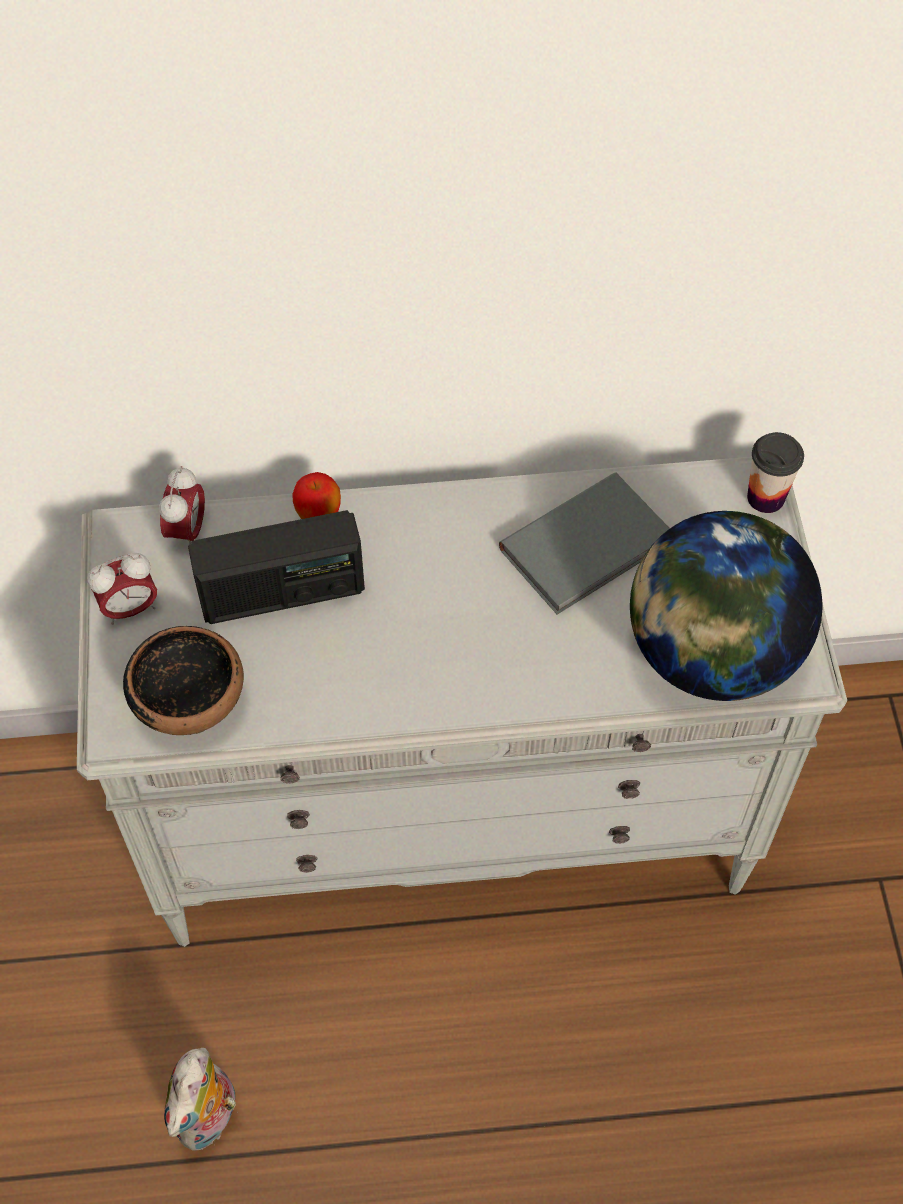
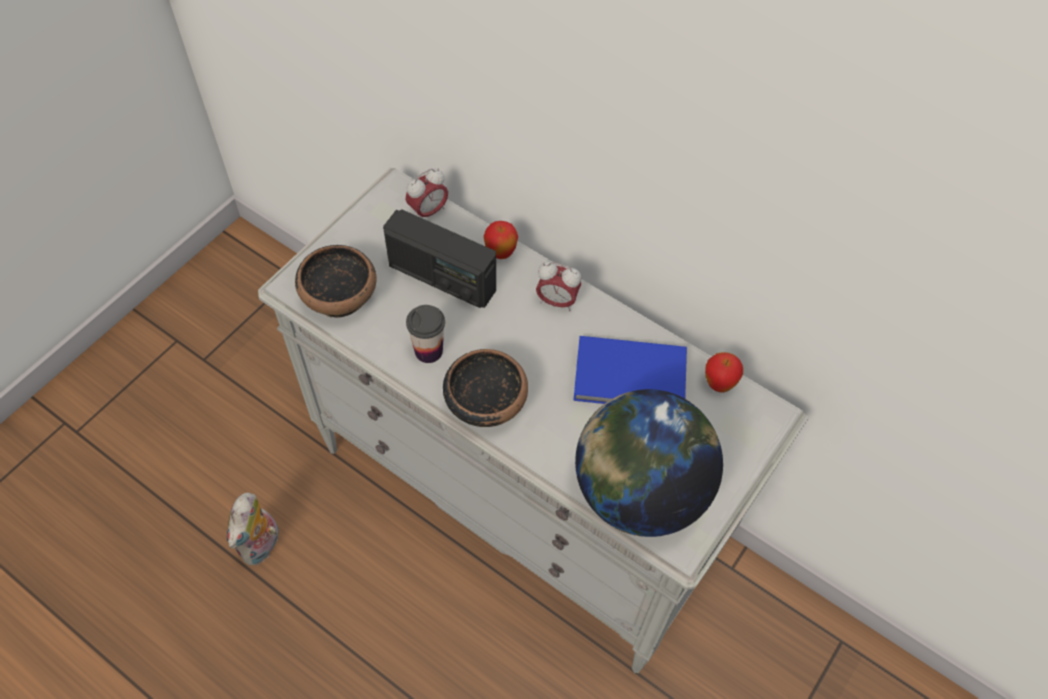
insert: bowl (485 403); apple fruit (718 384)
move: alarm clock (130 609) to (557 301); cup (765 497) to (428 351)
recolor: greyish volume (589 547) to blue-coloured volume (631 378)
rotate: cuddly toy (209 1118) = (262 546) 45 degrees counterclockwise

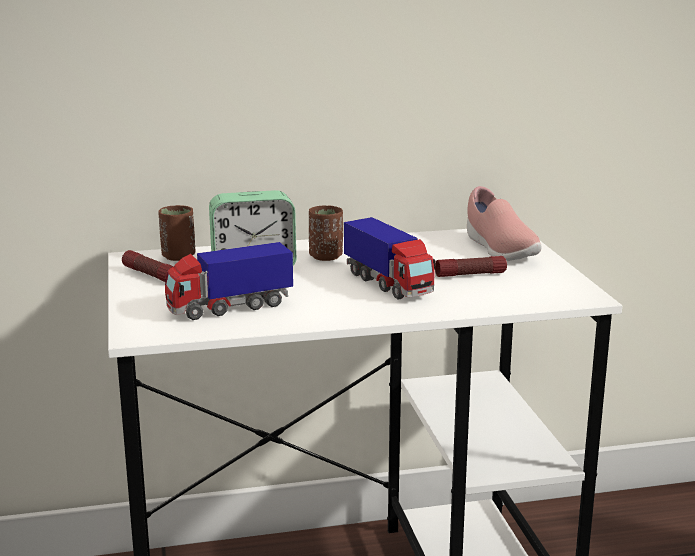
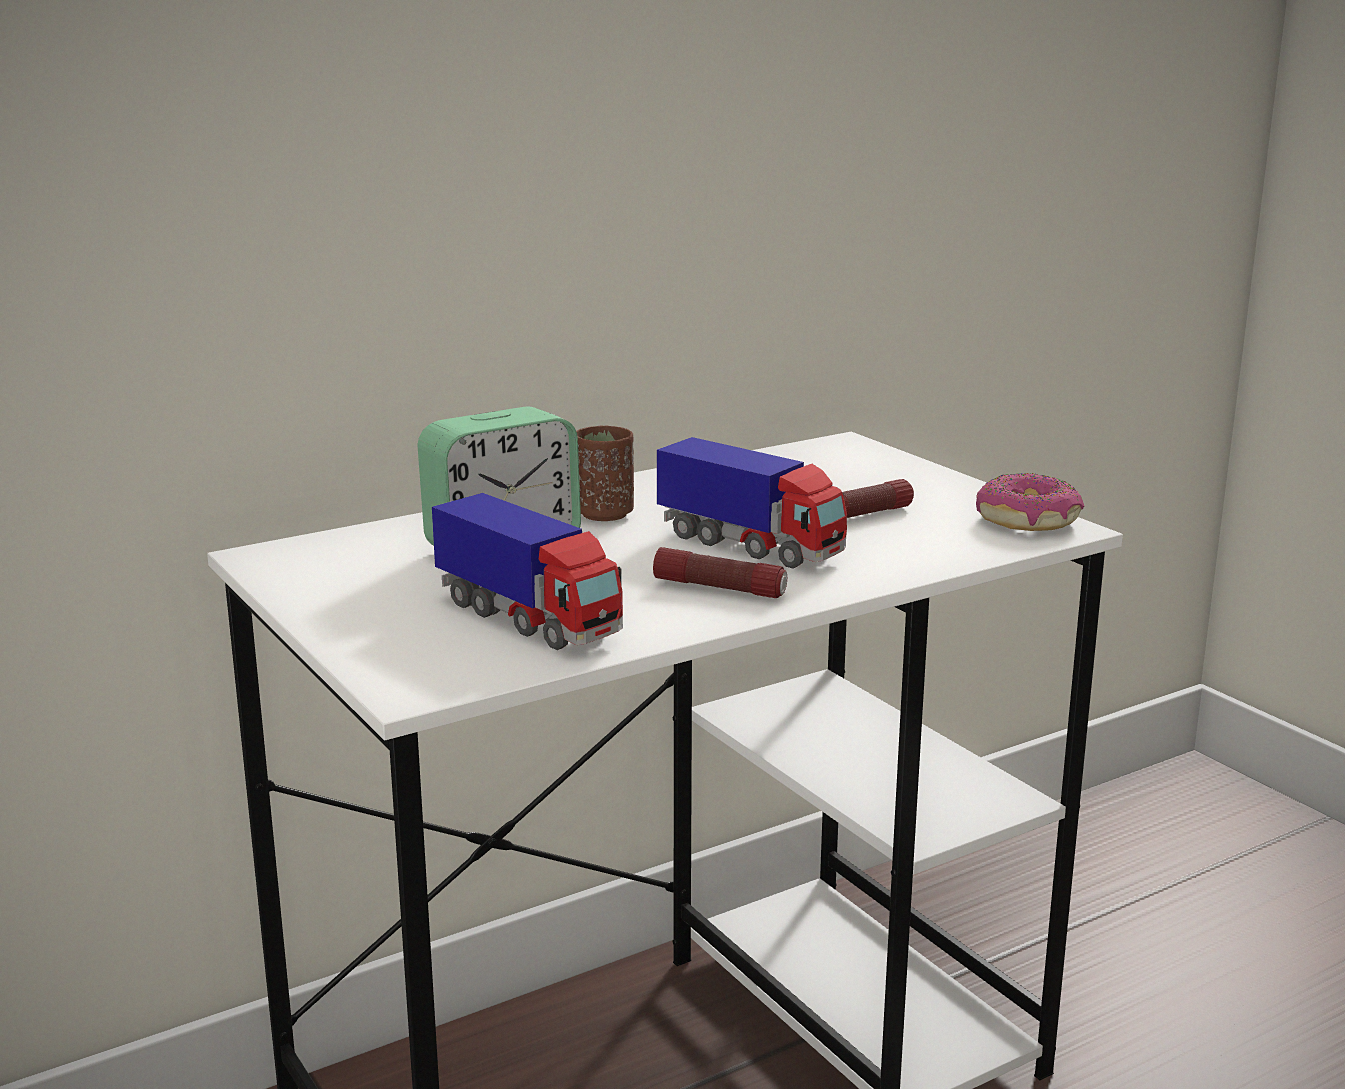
delete: brown cup (178 256); pink-coloured item of footwear (499 249)
insert: donut (1028 521)
move: hand torch (151 275) to (719 588)
rotate: toy truck (229 307) = (529 619) 90 degrees counterclockwise

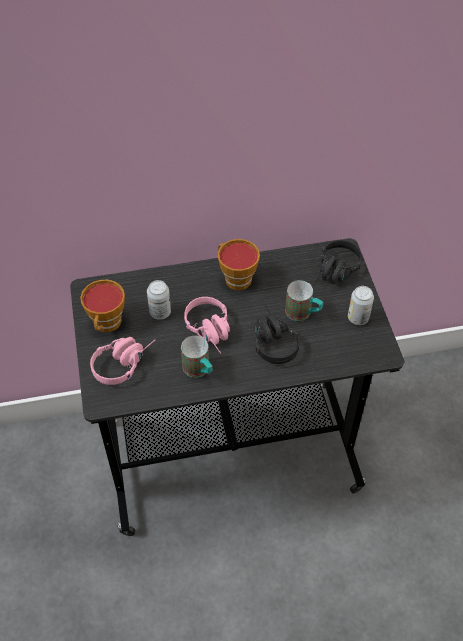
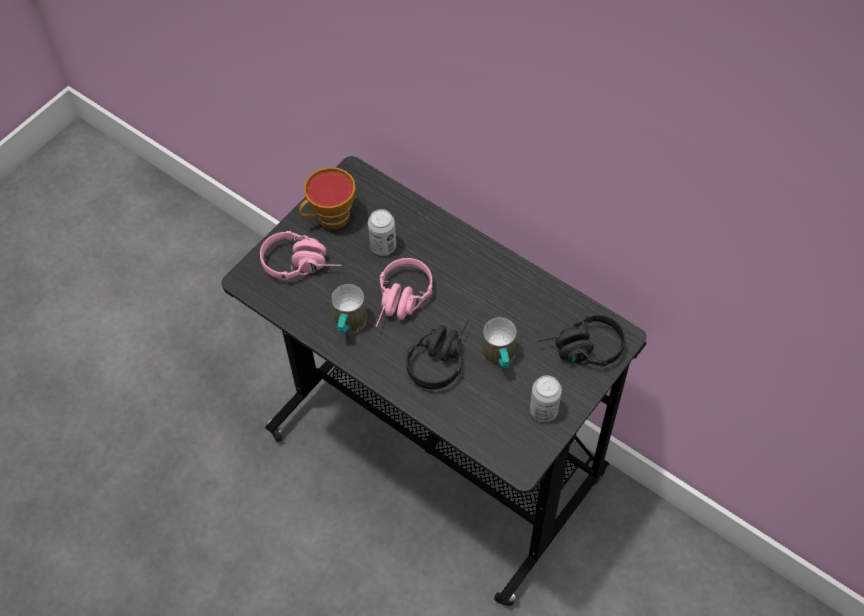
delete: cup (235 278)

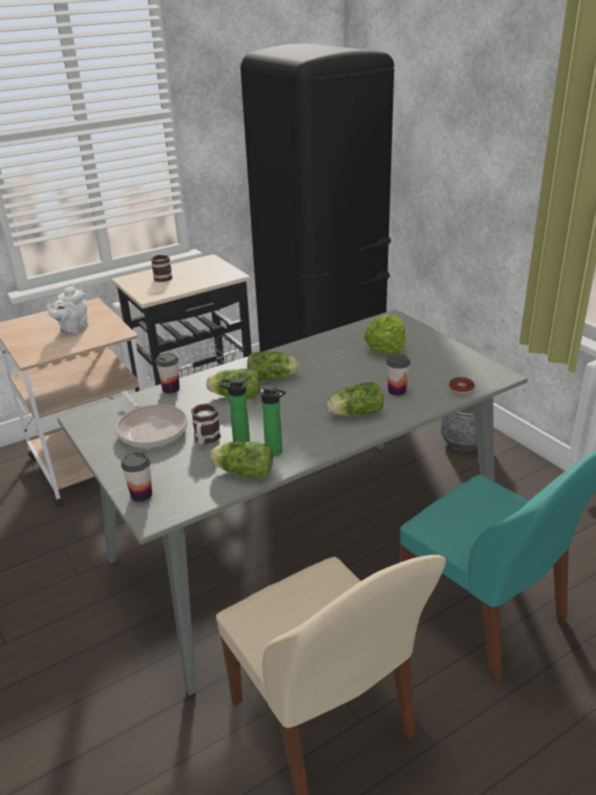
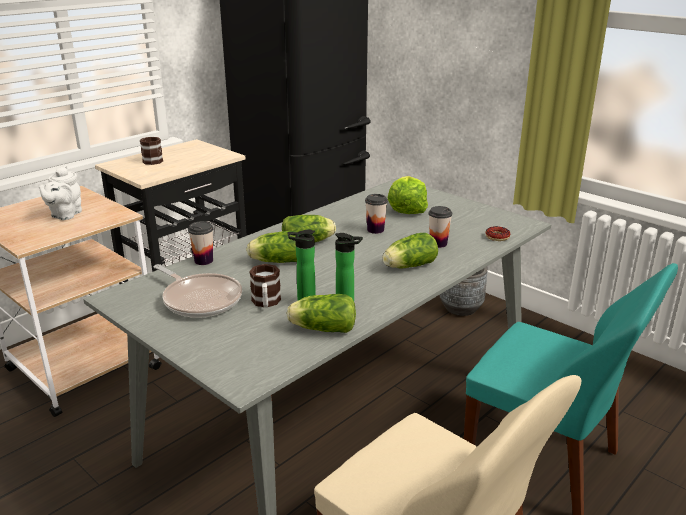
move: cup (141 495) to (375 230)

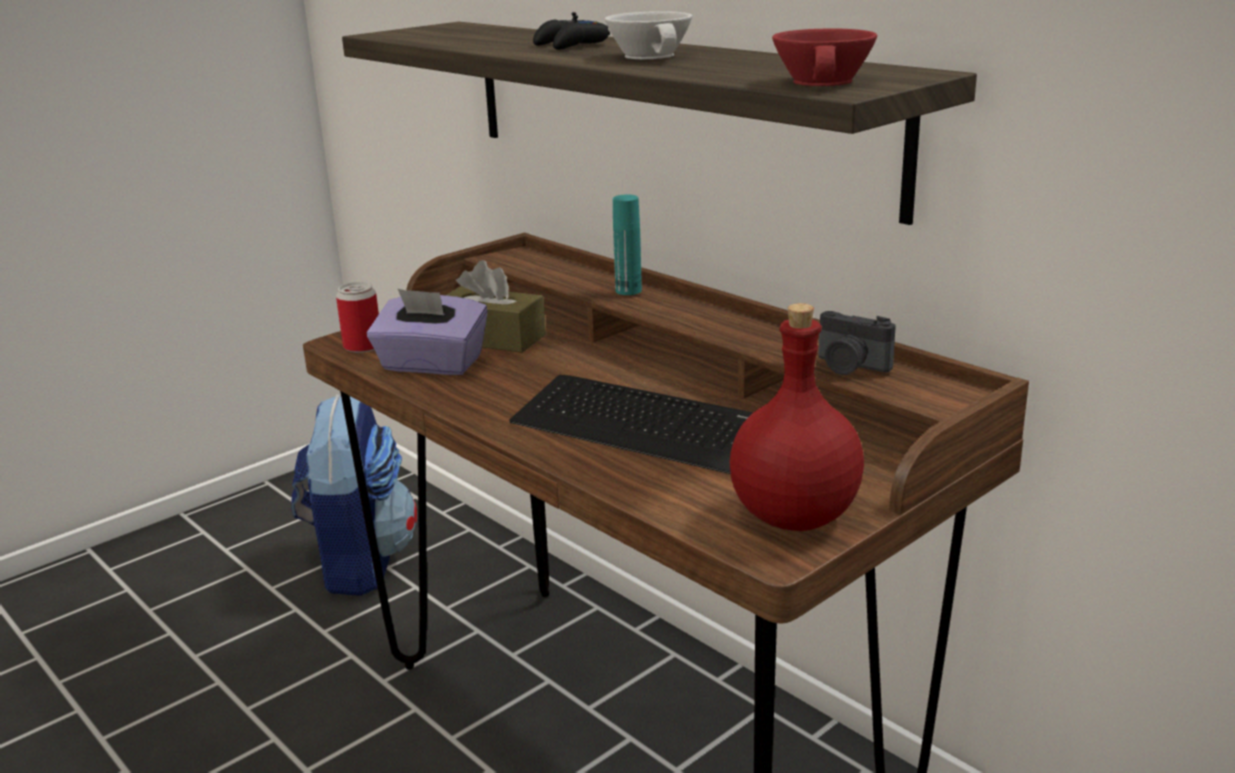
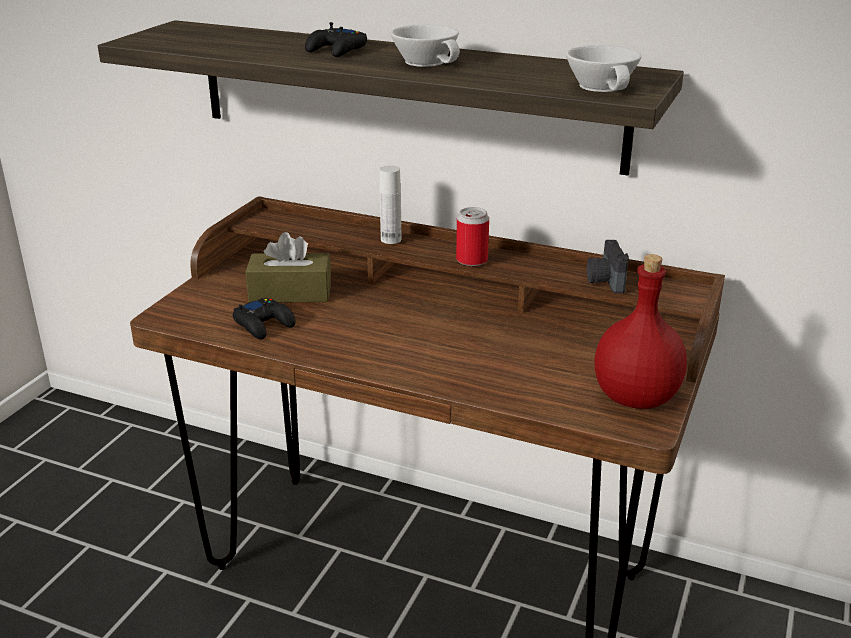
delete: rucksack (359 562); keyboard (645 426)
move: sealed can (363 347) to (471 260)
replace: purple box of tissues (431 365) to black gamepad (264 324)
recolor: turquoise bottle (628 290) to white-coloured bottle (391 239); red cup (826 81) to white-coloured cup (604 86)
rotate: photo camera (850 366) = (605 281) 75 degrees clockwise

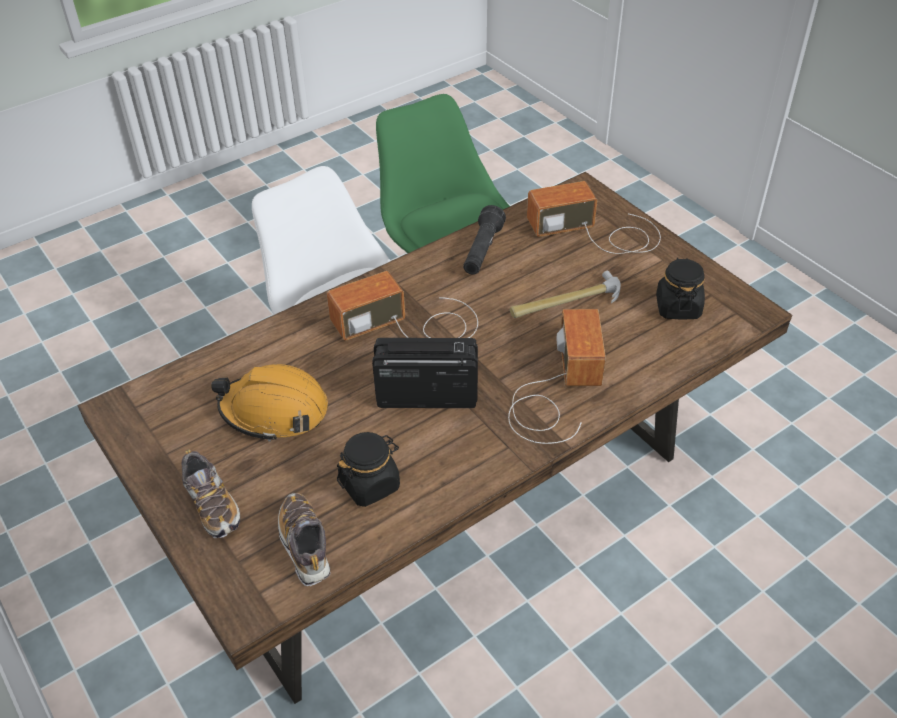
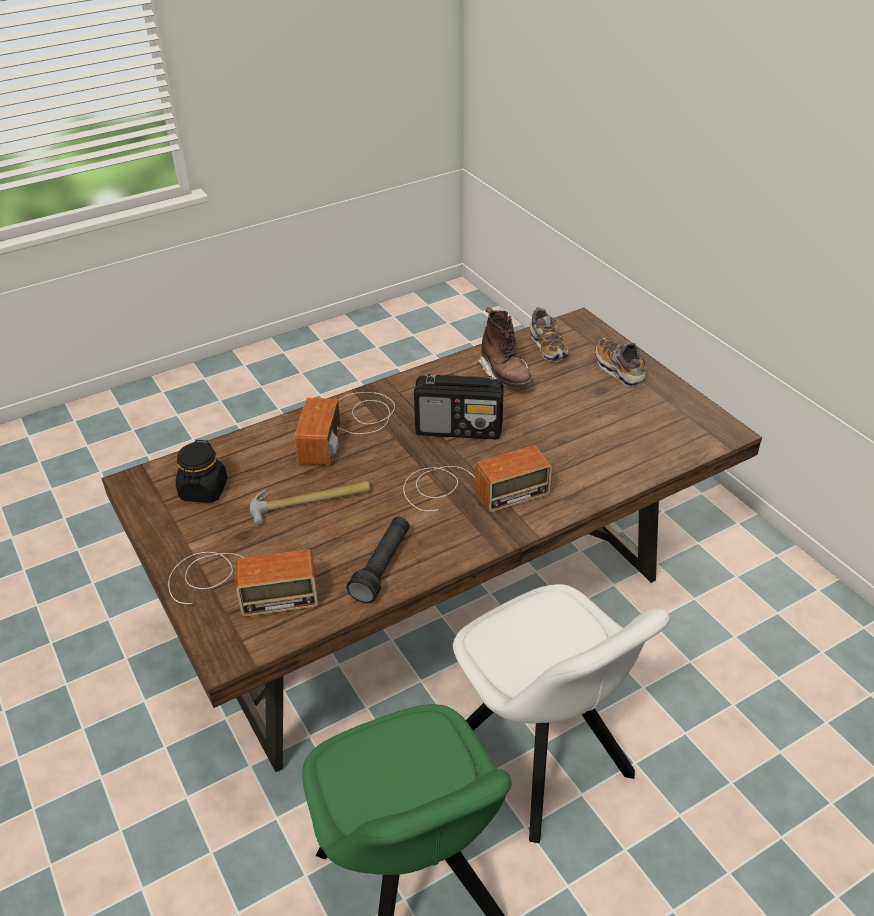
delete: orangey work helmet (274 411)
replace: black storage jar (370 484) to brown tall boot (505 375)

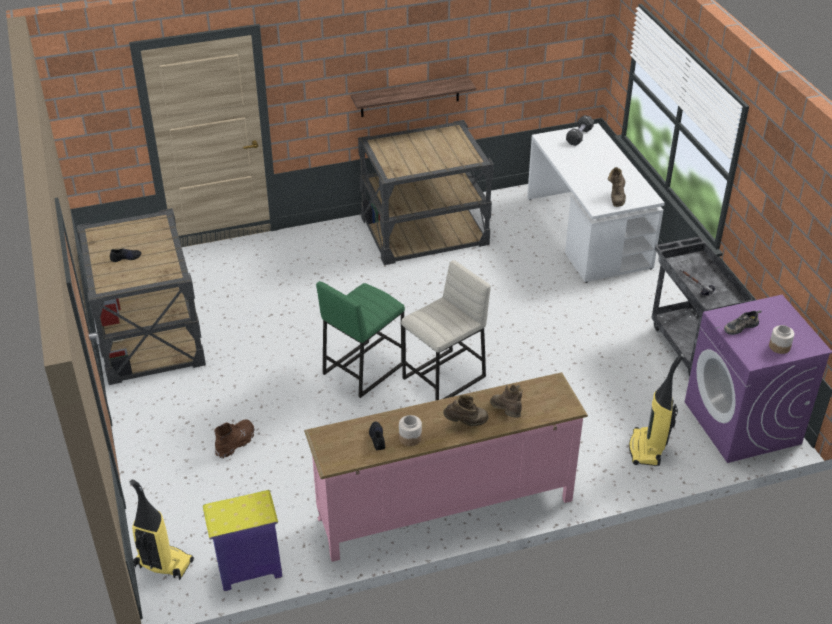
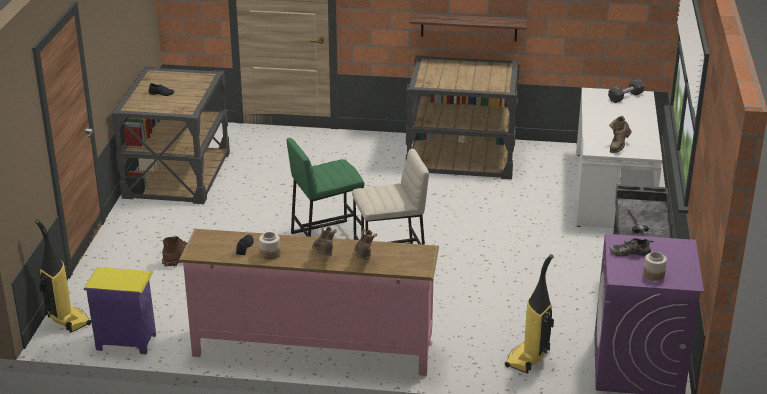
rotate: brown tall boot (466 423) = (324 256) 120 degrees counterclockwise

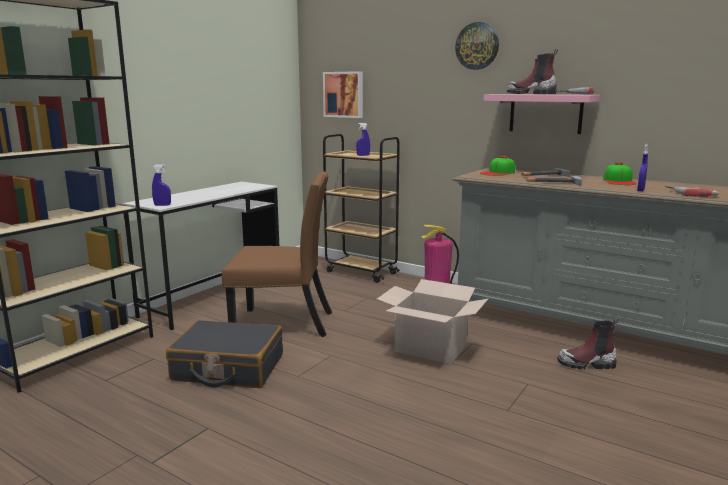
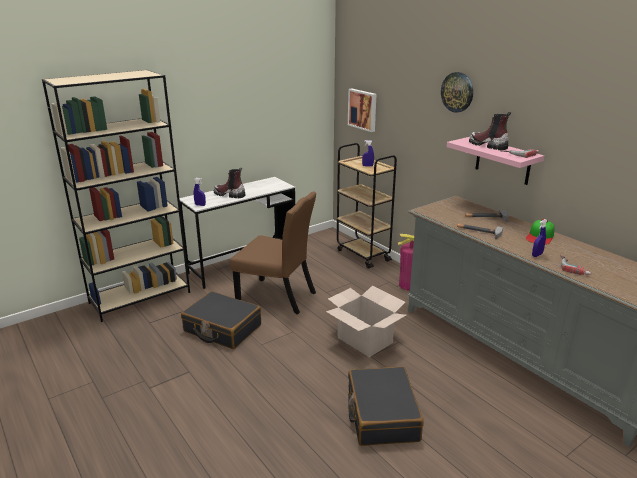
delete: baseball cap (498 172)
insert: black travel case (381 415)
move: tall boot (587 364) to (229 194)

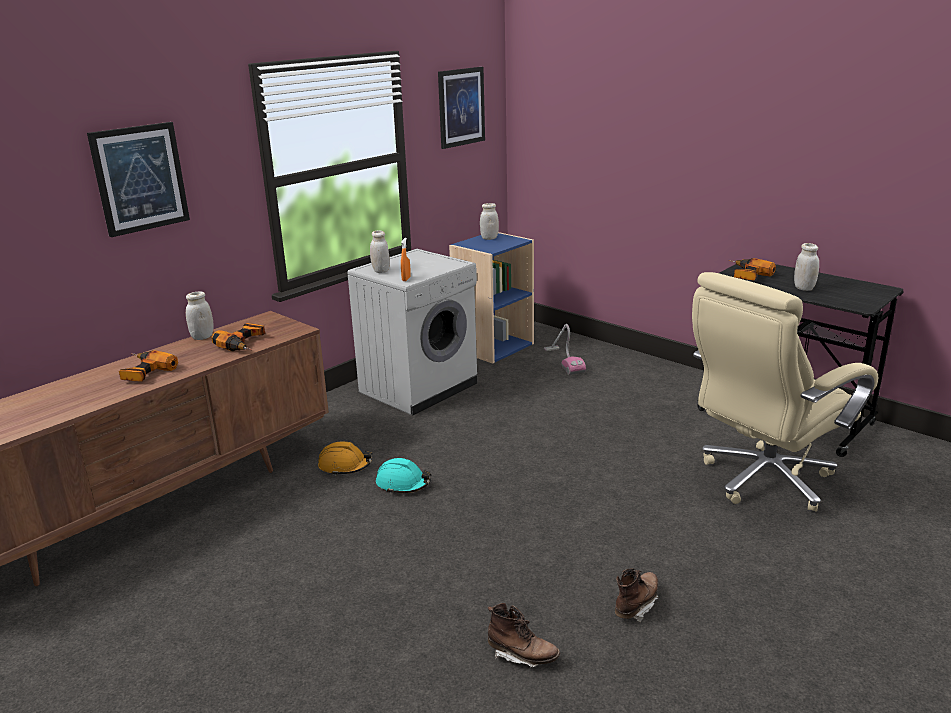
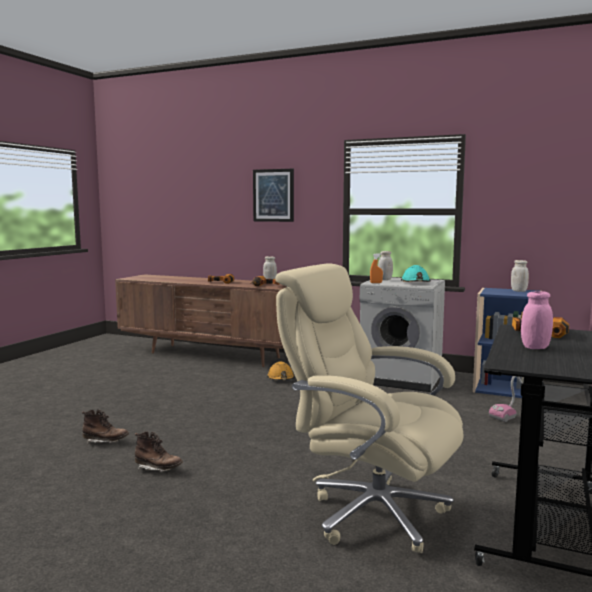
delete: wall picture (461 107)
move: turquoise work helmet (403 484) to (415 283)
recolor: white-coloured storage jar (804 288) to pink-coloured storage jar (535 347)
rotate: brown tall boot (522 655) = (105 442) 90 degrees counterclockwise

